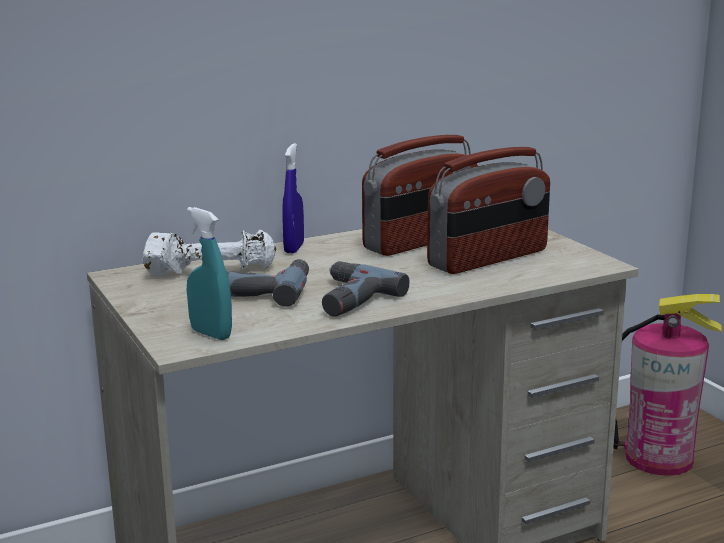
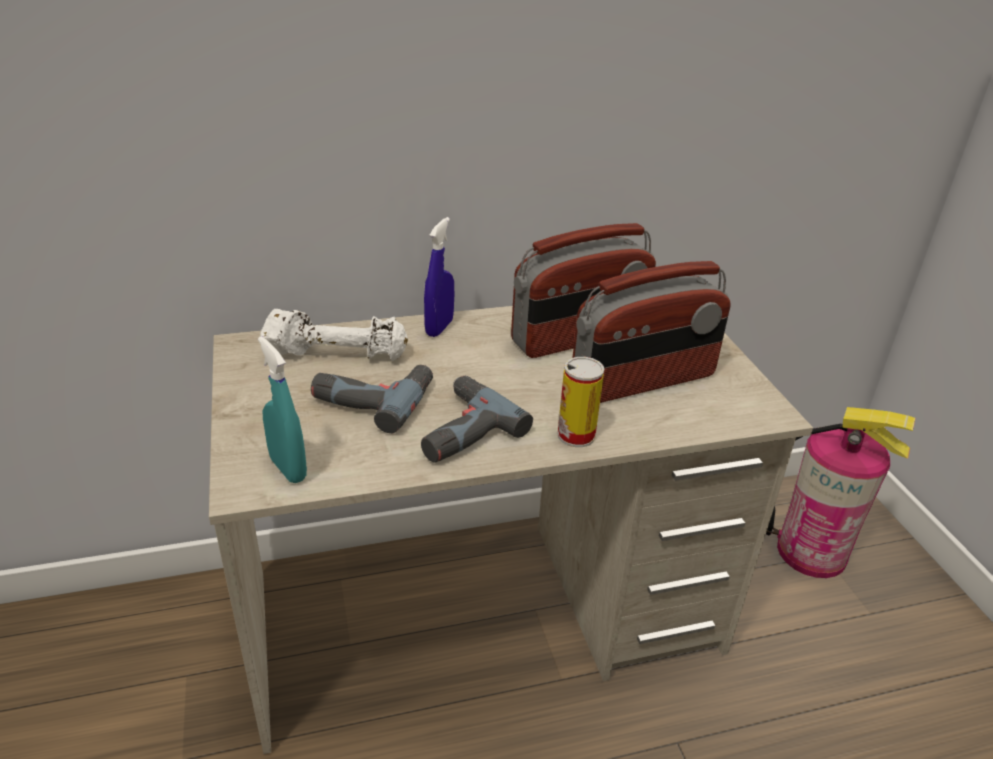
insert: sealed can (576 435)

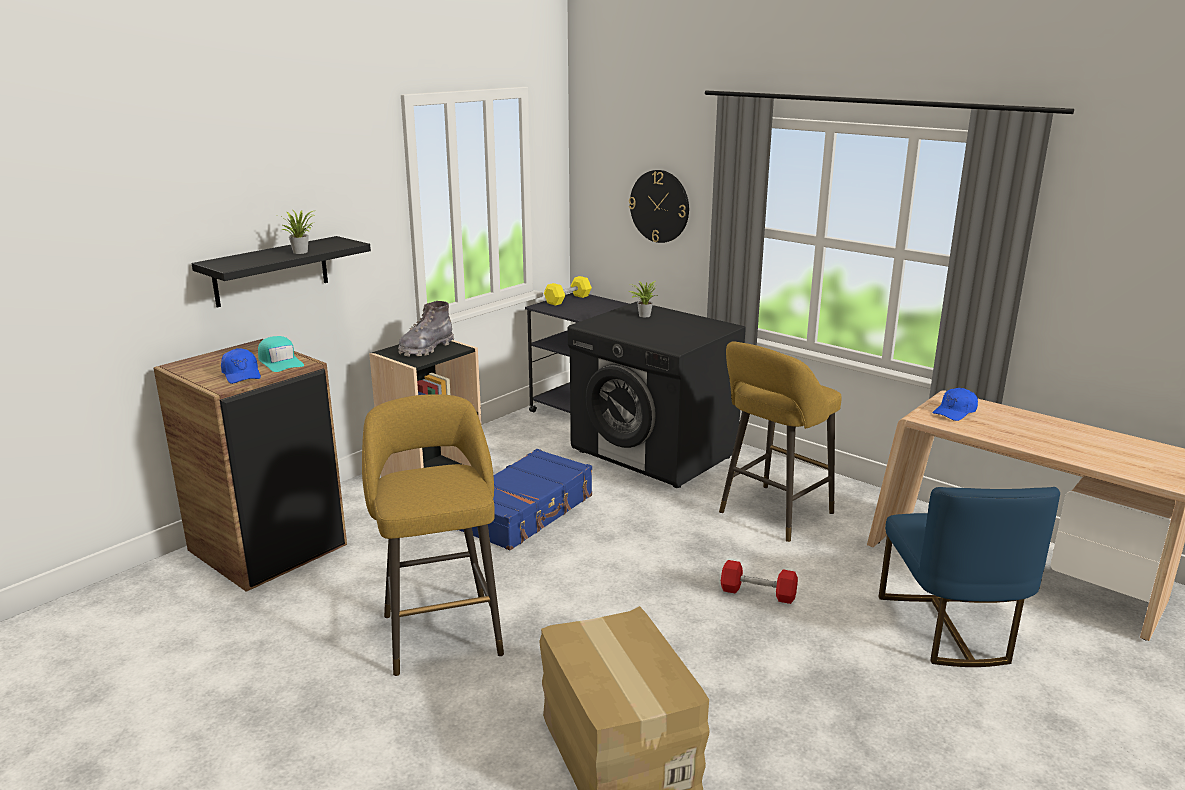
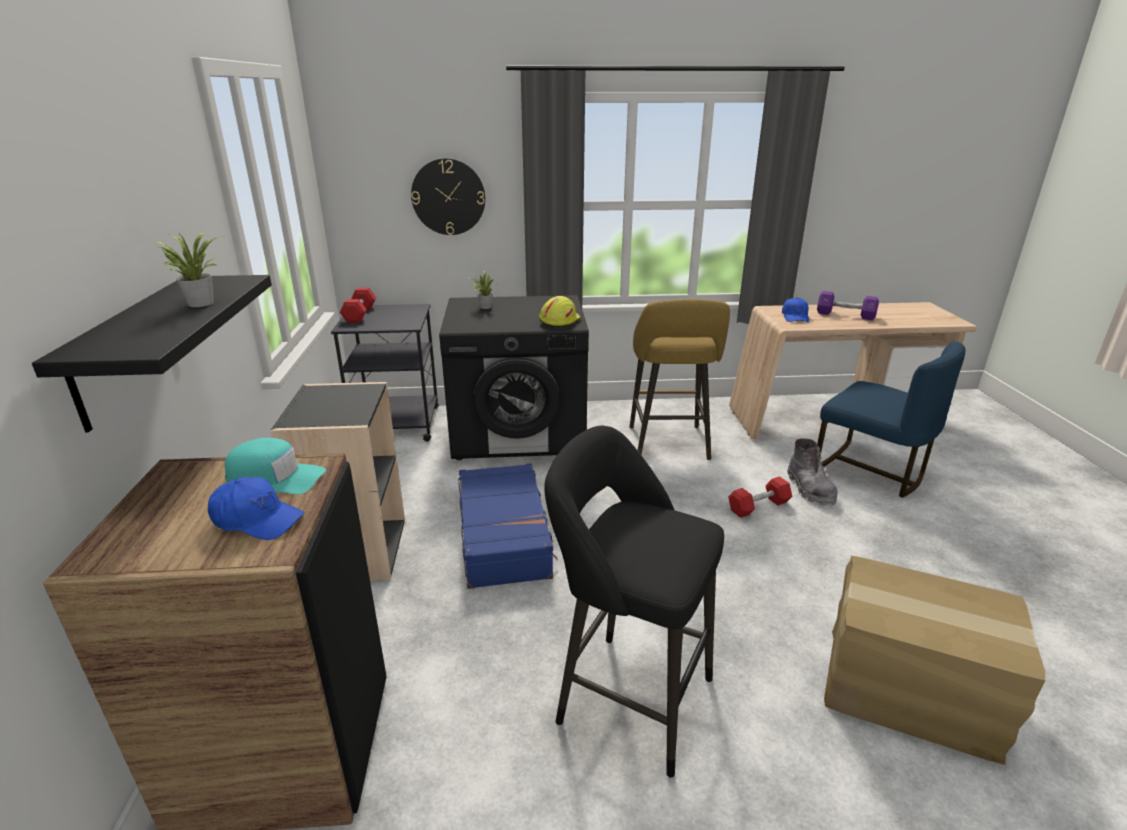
insert: yellow work helmet (559 321); purple dumbbell (845 315)
move: greyish tall boot (426 348) to (810 489)
recolor: yellow stool seat (440 630) to black stool seat (627 696); yellow dumbbell (568 299) to red dumbbell (360 314)

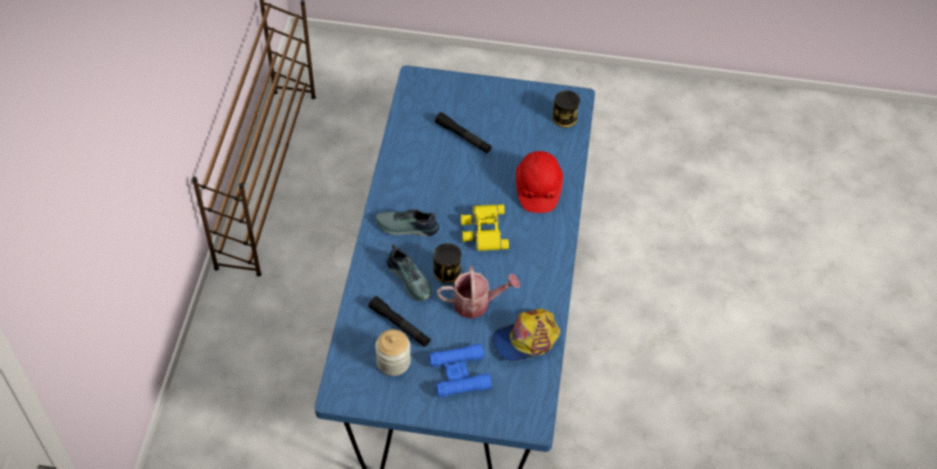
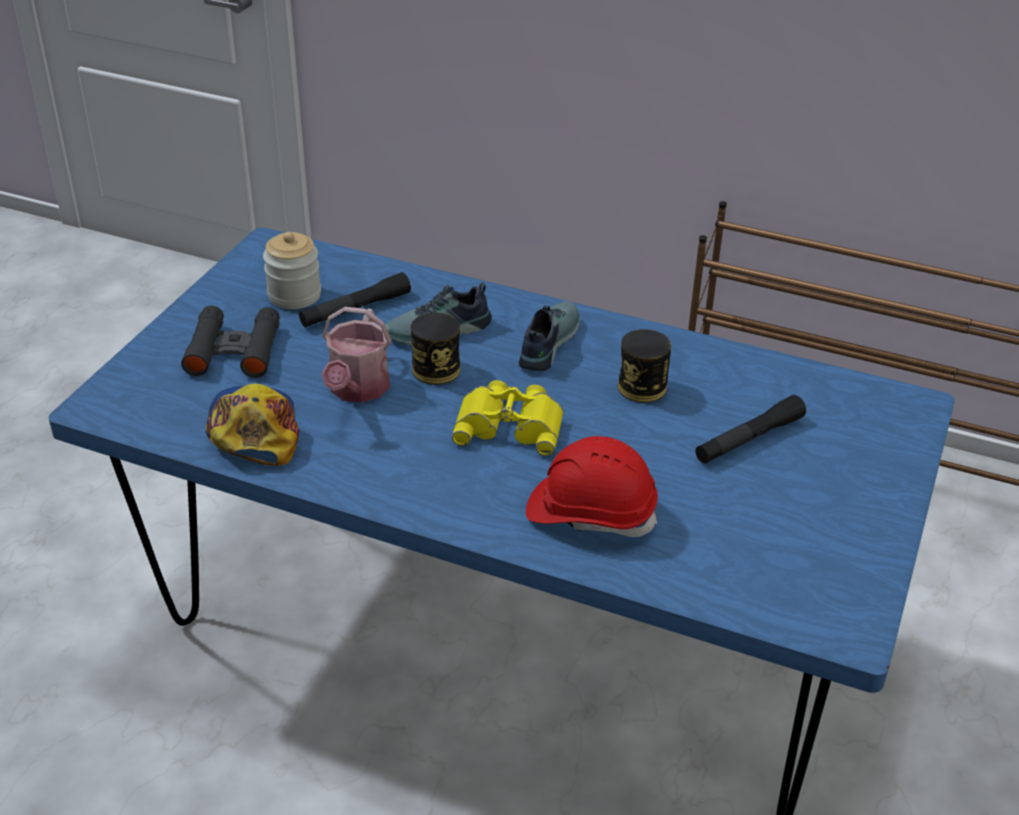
move: sealed can (564 118) to (642 387)
recolor: blue-coloured binoculars (459 374) to black binoculars (234 350)

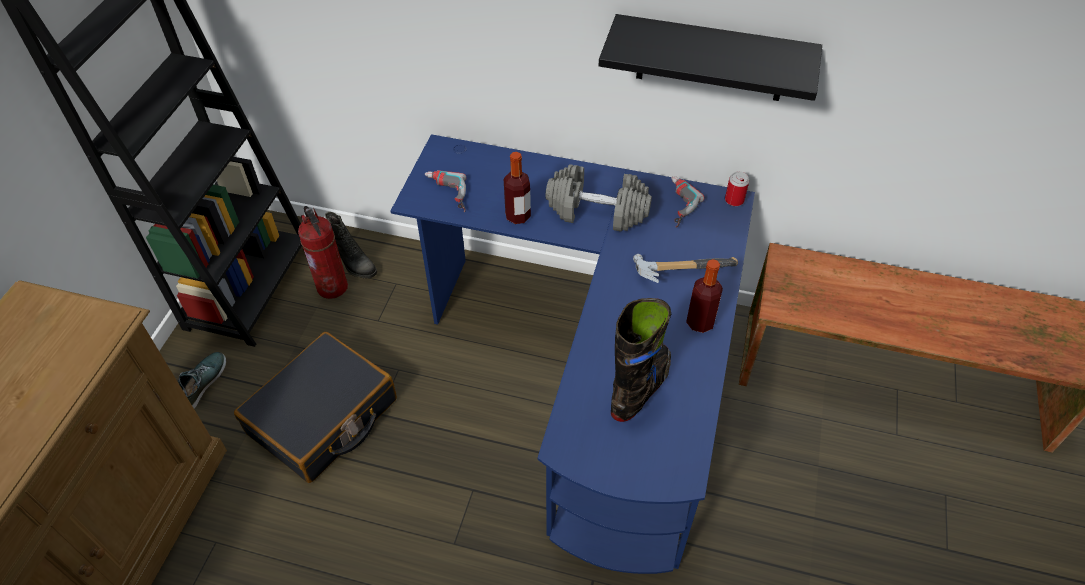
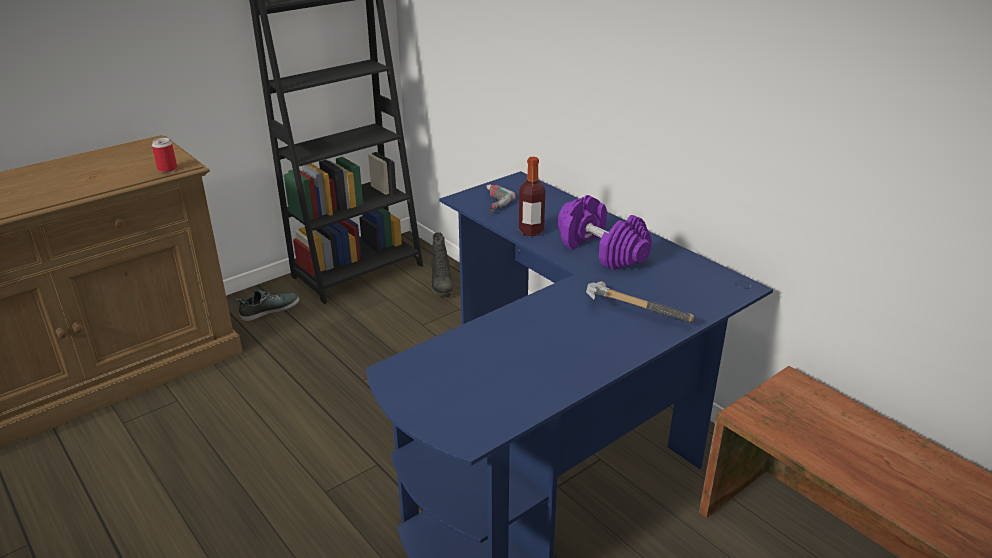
delete: black travel case (323 417); fire-fighting cylinder (333 287); black shelf (711 59); black tall boot (640 388); drill (675 204); bottle (700 322)
move: sealed can (734 200) to (167 169)
recolor: greyish dumbbell (597 212) to purple dumbbell (601 251)

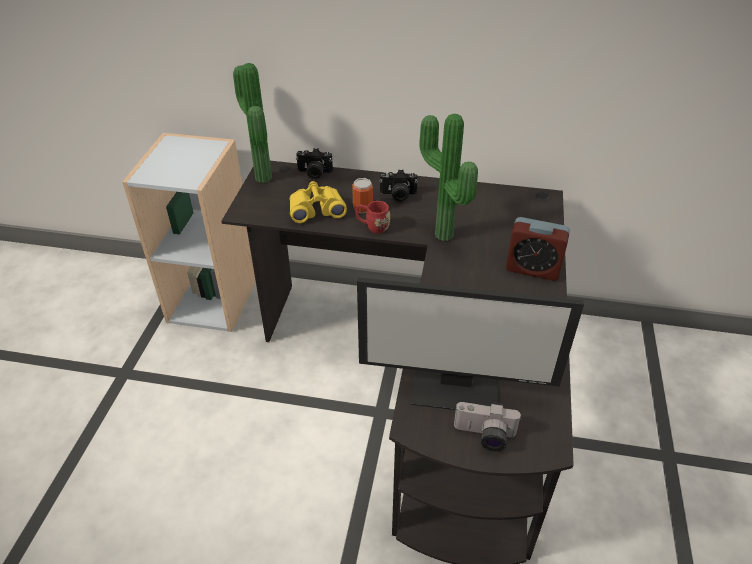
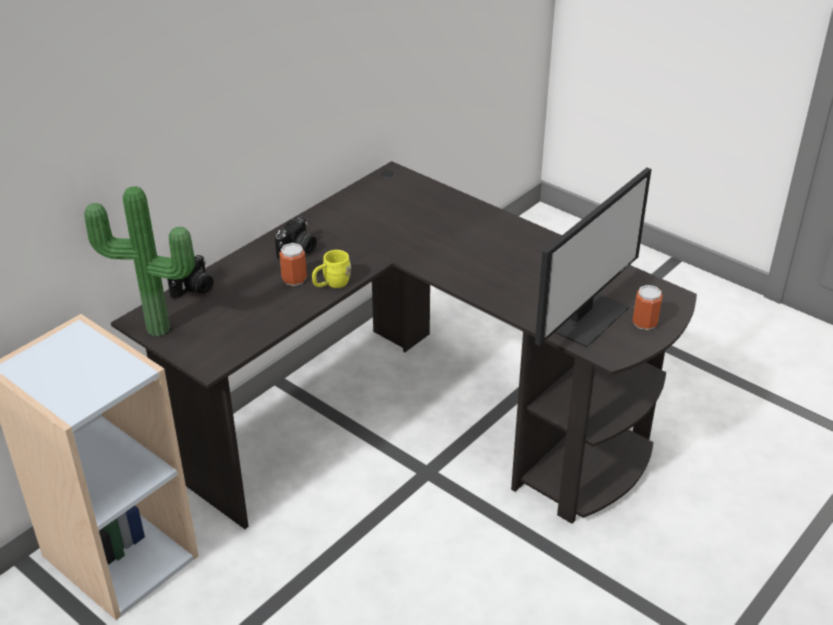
delete: yellow binoculars (316 209); houseplant (441 236); alarm clock (532 269)
replace: photo camera (484 436) to sealed can (645 323)
recolor: red coffee mug (372 226) to yellow coffee mug (331 284)

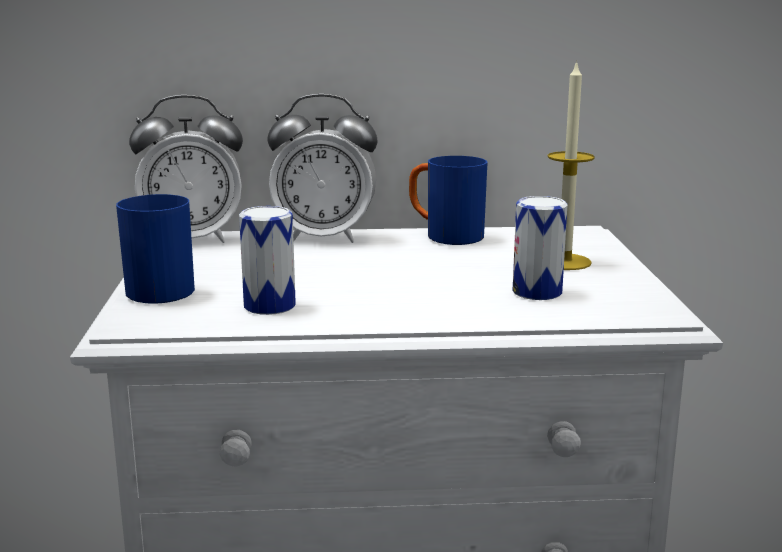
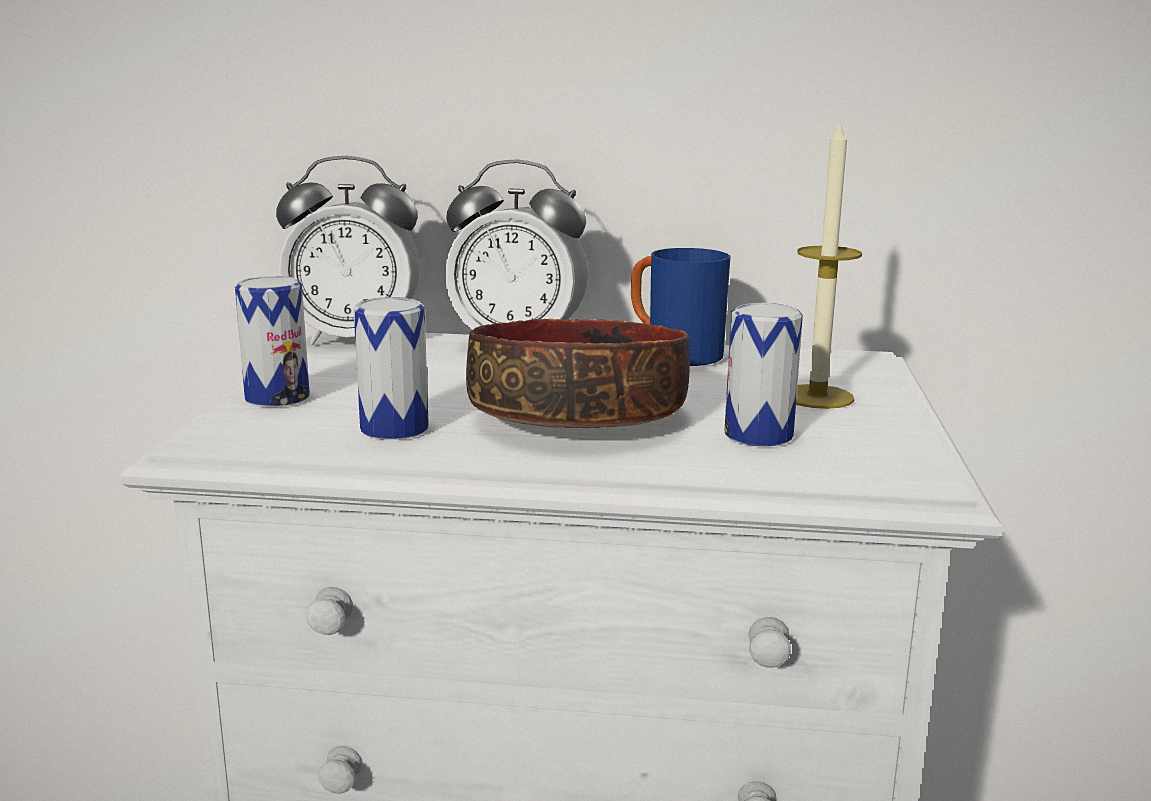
insert: bowl (579 417)
replace: blue-coloured coffee mug (162 288) to sealed can (277 397)

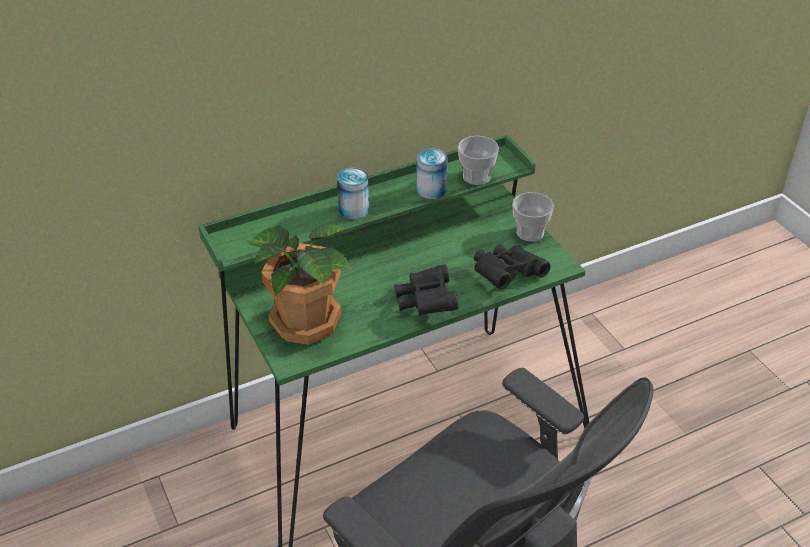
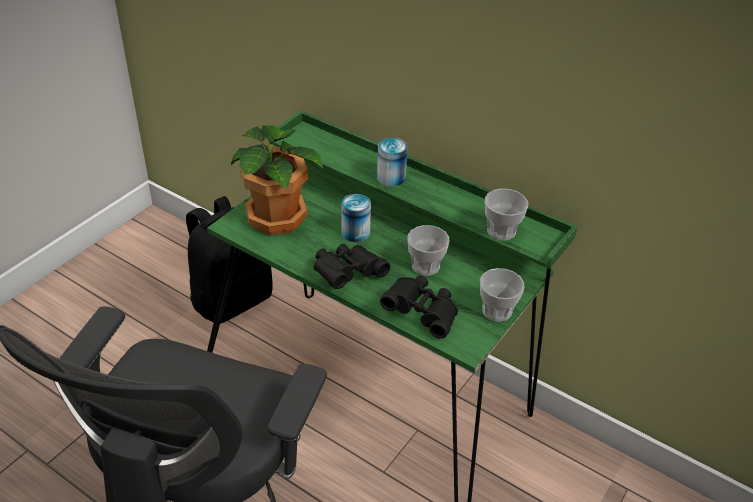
insert: black rucksack (232 299); cup (425 266)
move: sealed can (431 190) to (355 232)

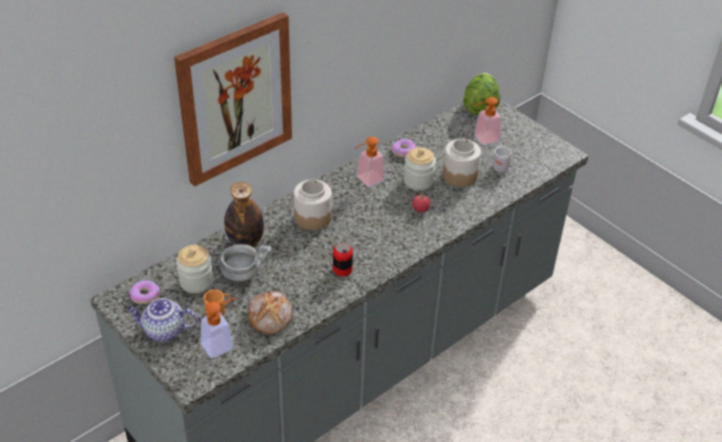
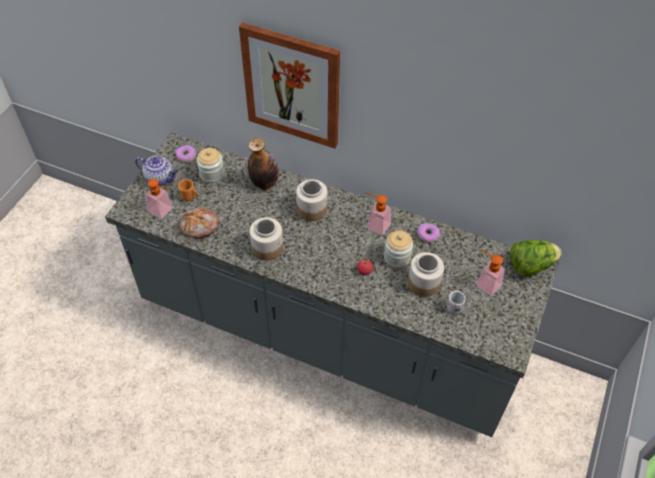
delete: greyish bowl (242 273)
replace: sealed can (342 269) to storage jar (267 248)
rotate: teapot (163 331) = (160 178) 135 degrees clockwise

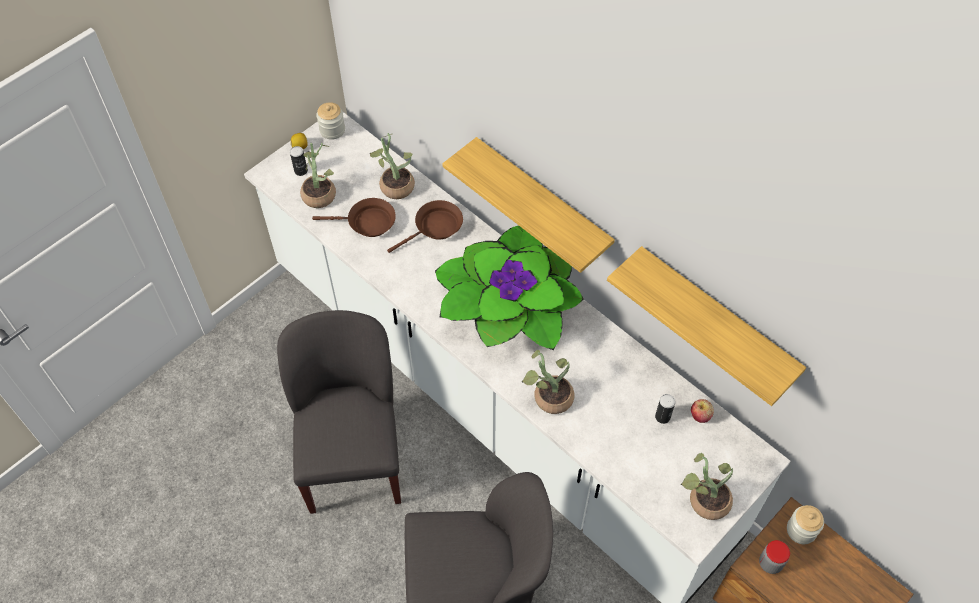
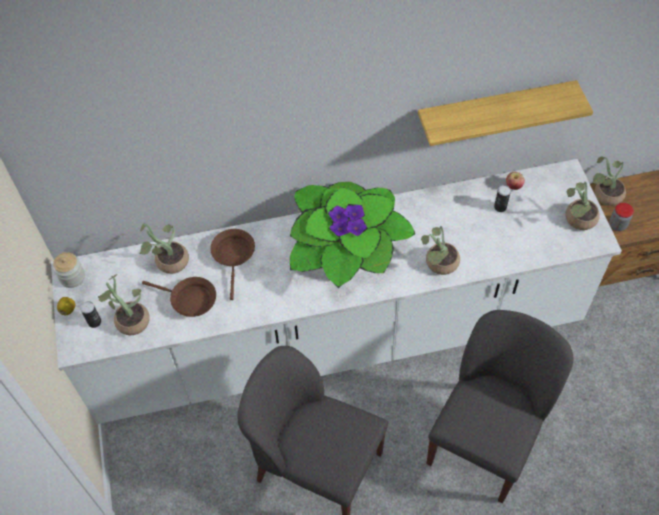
delete: shelf (542 203)
replace: storage jar (801 530) to houseplant (604 195)
rotate: brown skillet (367 223) = (190 300) 75 degrees clockwise

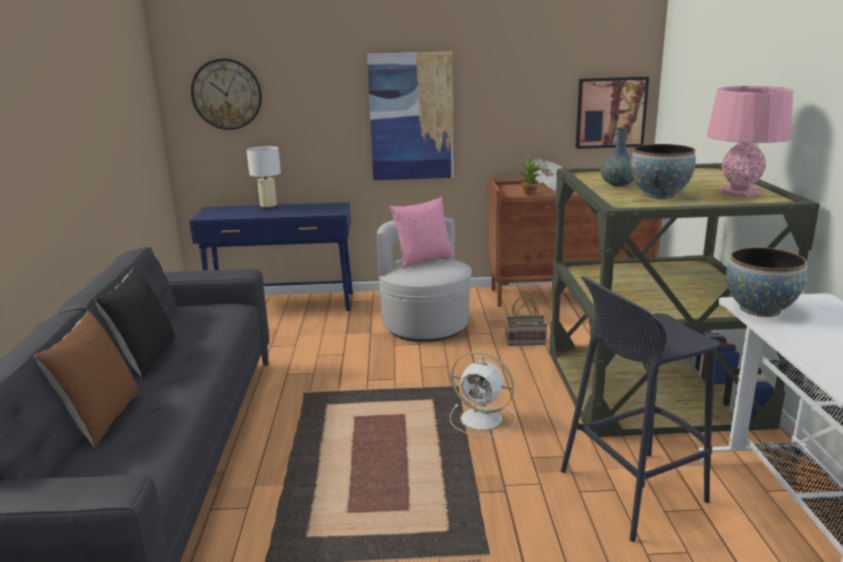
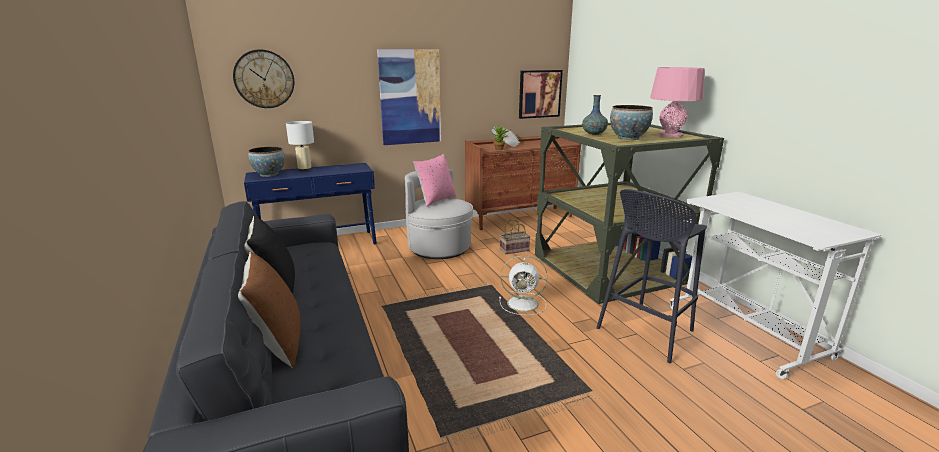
move: bowl (759 309) to (269 174)

